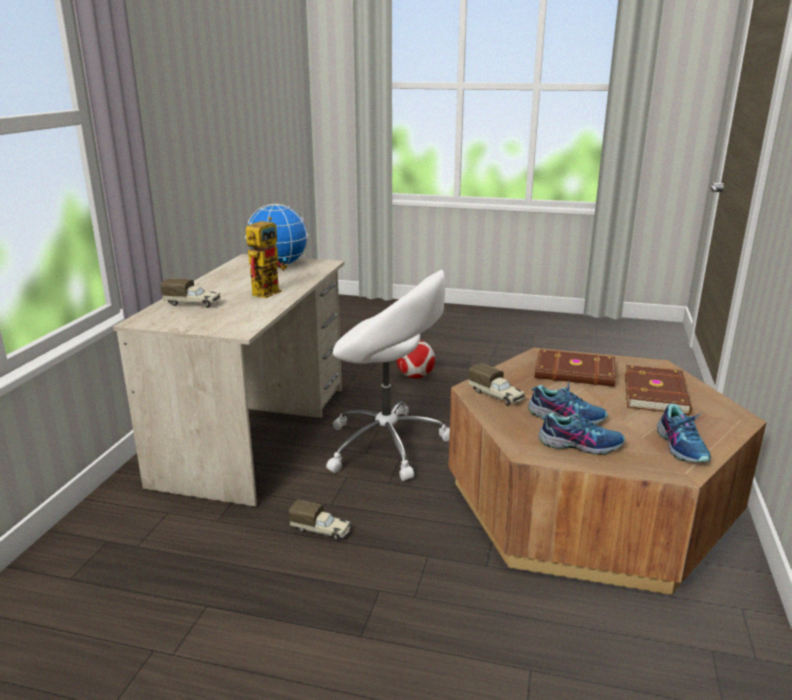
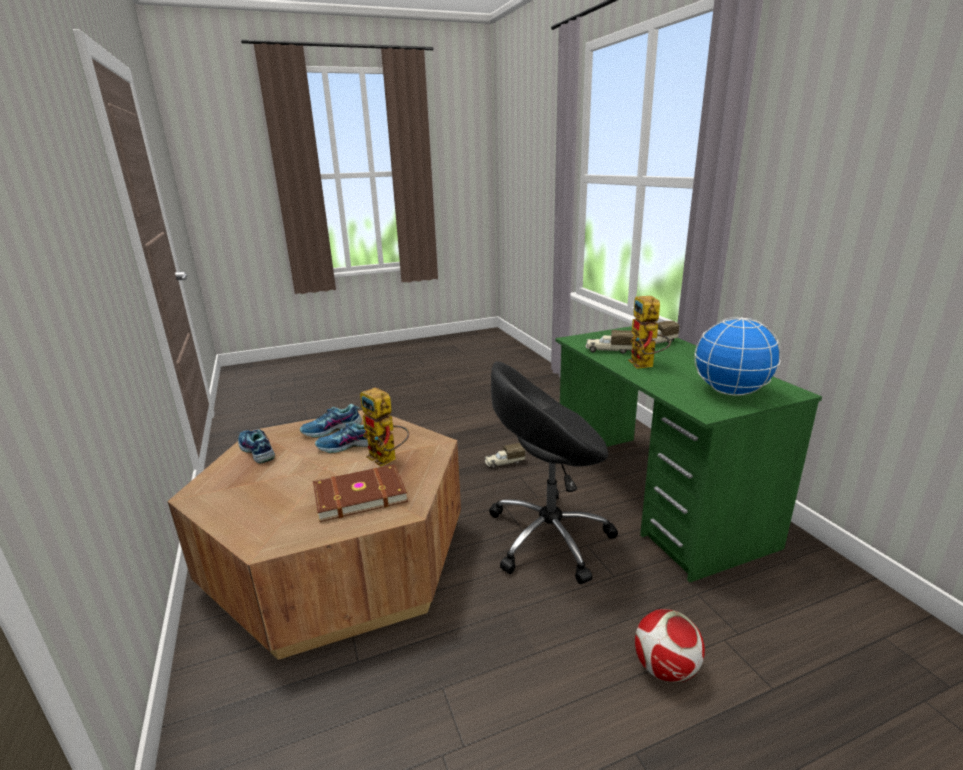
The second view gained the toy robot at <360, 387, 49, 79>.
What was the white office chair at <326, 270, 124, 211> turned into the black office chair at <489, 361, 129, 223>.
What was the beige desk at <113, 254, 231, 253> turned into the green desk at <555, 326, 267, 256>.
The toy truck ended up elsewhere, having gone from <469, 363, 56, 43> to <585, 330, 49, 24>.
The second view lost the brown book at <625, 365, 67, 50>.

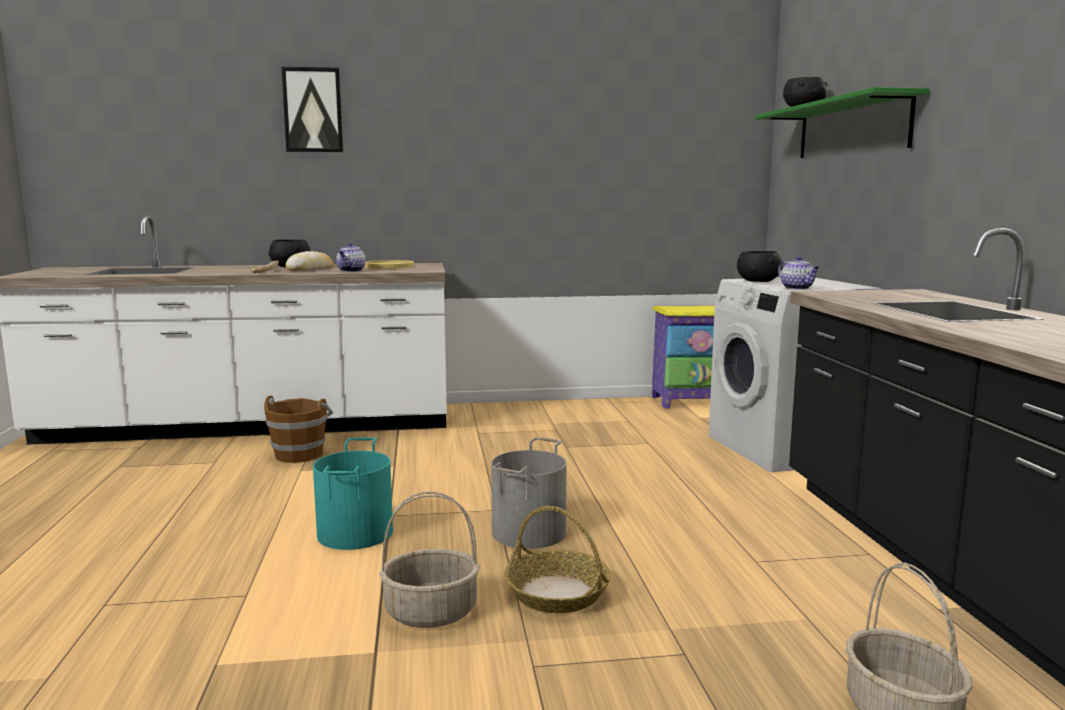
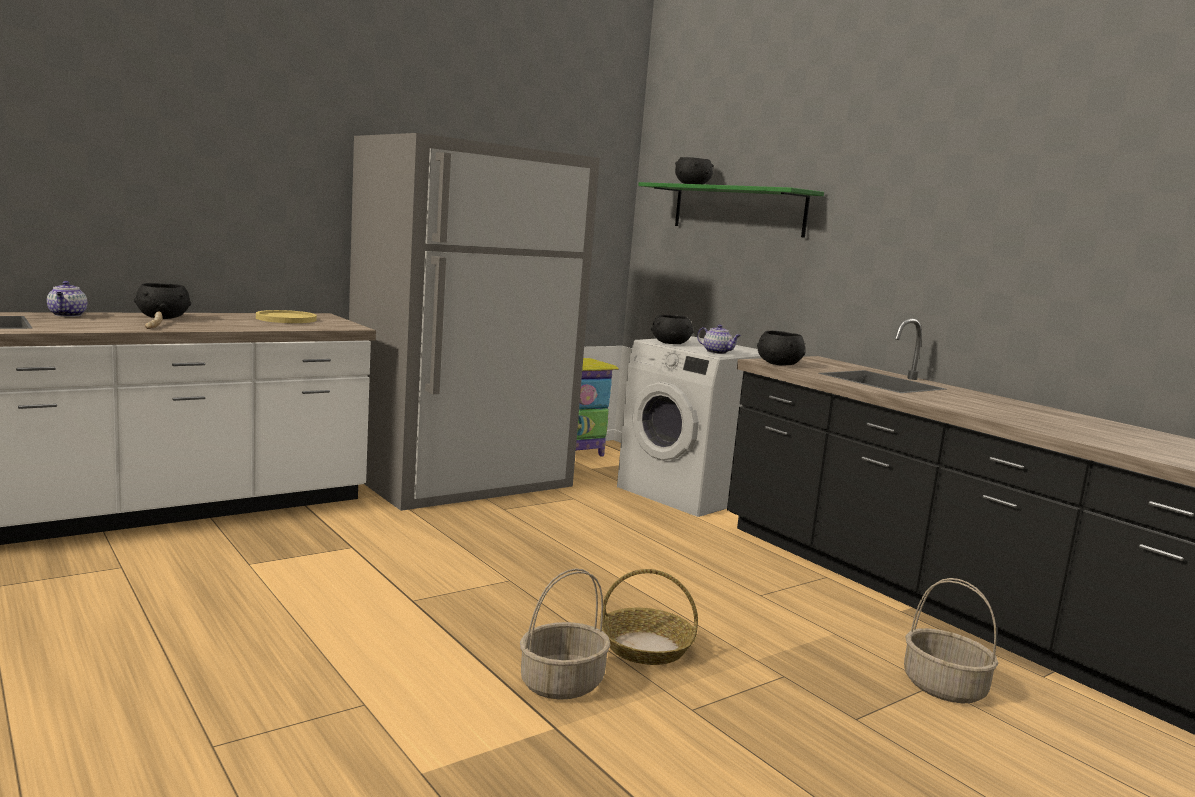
The teapot ended up elsewhere, having gone from <336, 243, 30, 29> to <47, 281, 41, 36>.
The second view gained the grey fridge at <349, 133, 251, 378>.
The second view gained the black bowl at <757, 331, 48, 35>.
The second view lost the brown bucket at <264, 396, 69, 67>.
The second view lost the picture at <281, 67, 62, 85>.
The second view lost the bread at <286, 251, 48, 20>.
The second view lost the turquoise bucket at <313, 437, 80, 113>.
The second view lost the grey bucket at <491, 437, 76, 112>.

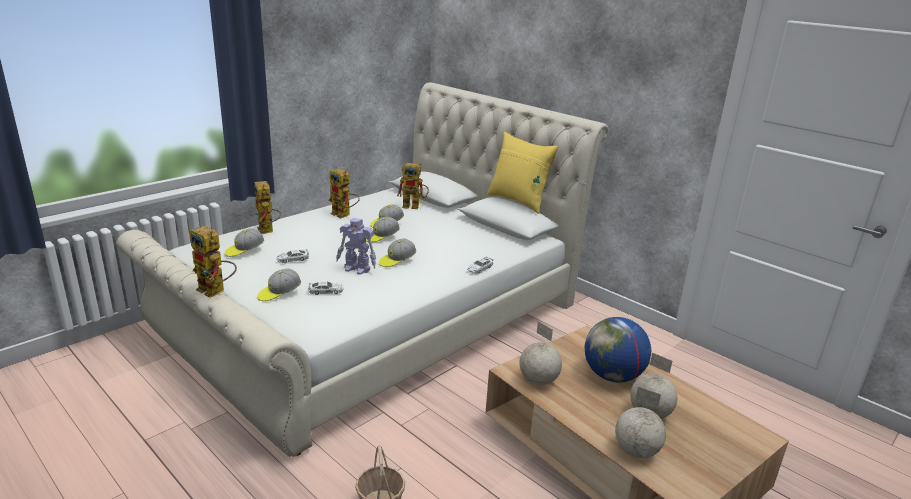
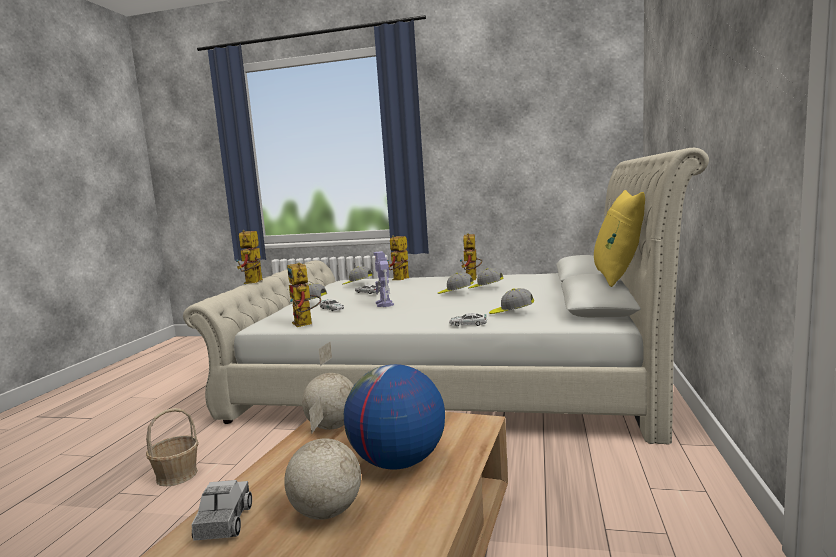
Where the globe stood at <615, 387, 51, 71>, the toy truck came to stand at <192, 480, 60, 61>.
The toy robot ended up elsewhere, having gone from <397, 163, 32, 46> to <287, 262, 34, 65>.
The cap ended up elsewhere, having gone from <379, 238, 37, 29> to <489, 288, 45, 26>.

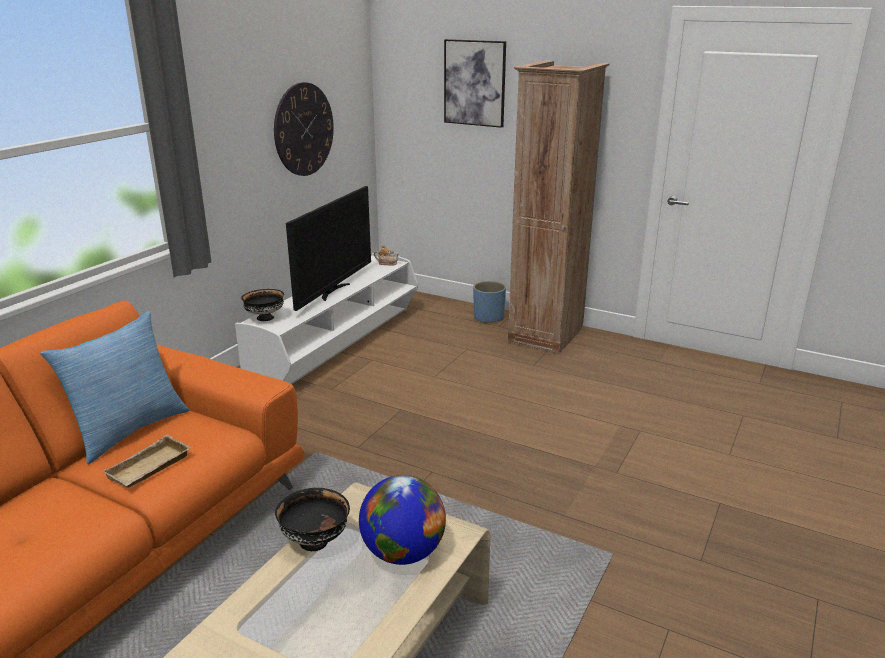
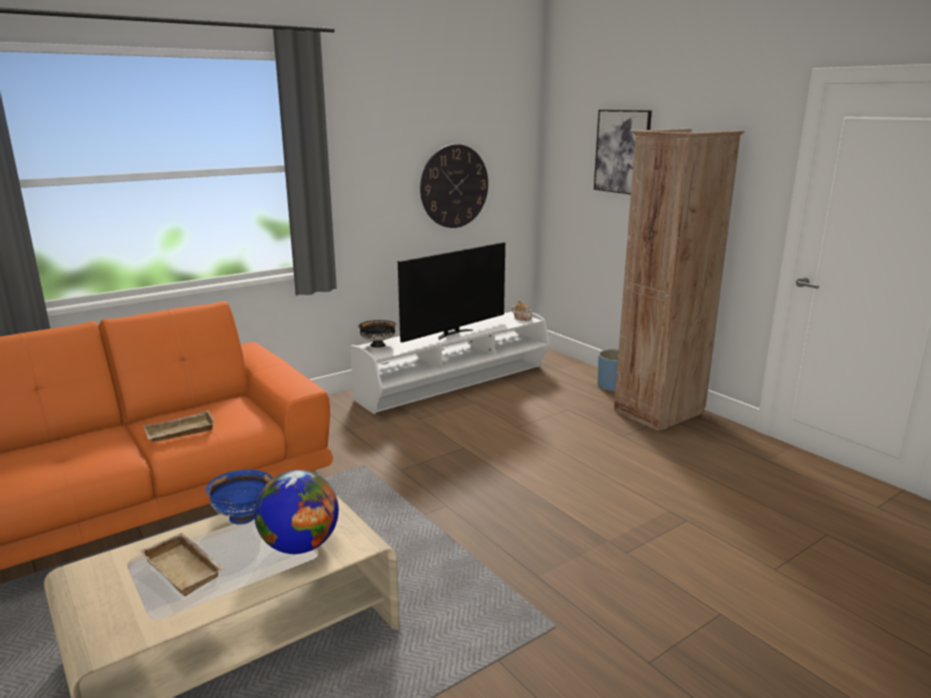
The second view gained the beige tray at <140, 533, 85, 63>.
What was the black bowl at <275, 488, 75, 63> turned into the blue bowl at <206, 470, 67, 54>.
The second view lost the pillow at <40, 311, 149, 153>.

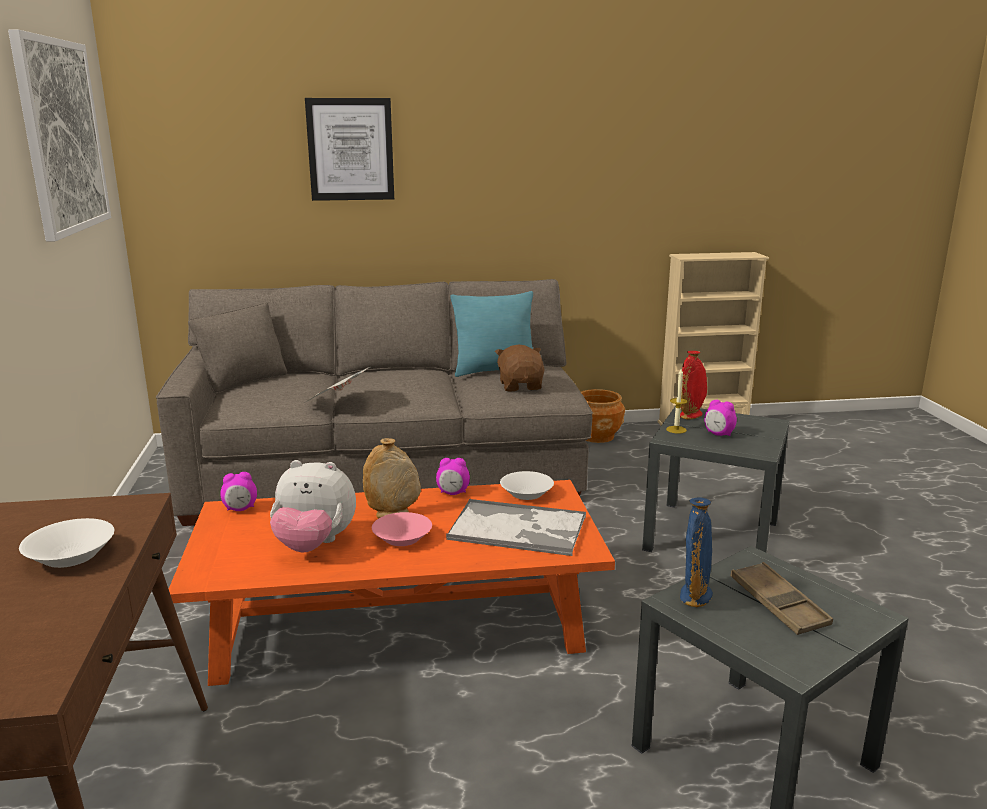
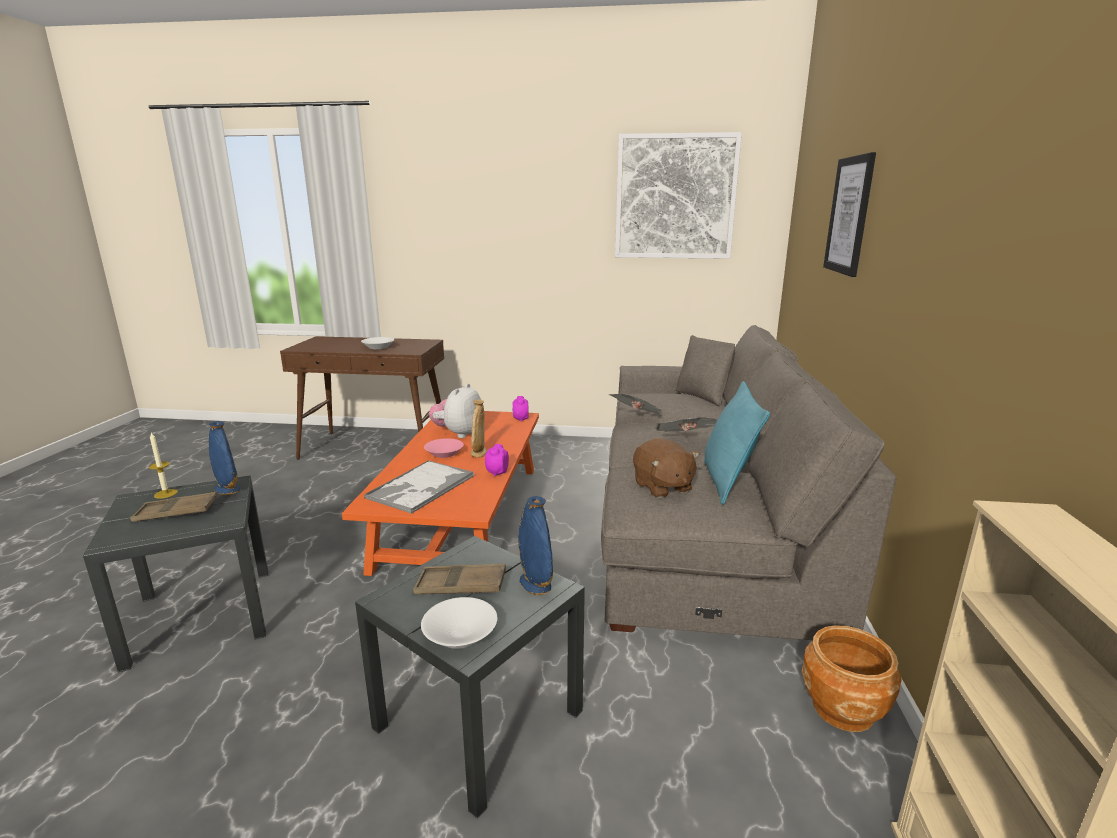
The candle ended up elsewhere, having gone from <666, 369, 22, 65> to <149, 432, 29, 67>.
Where the alarm clock stood at <704, 400, 33, 36>, the brown tray came to stand at <413, 564, 93, 30>.
The white bowl ended up elsewhere, having gone from <500, 471, 54, 29> to <421, 597, 76, 52>.
What was the red vase at <680, 351, 27, 69> turned into the blue vase at <518, 496, 35, 99>.
The brown plush toy at <495, 344, 50, 48> ended up facing another way, 60 degrees clockwise from before.
The second view gained the newspaper at <655, 417, 62, 14>.

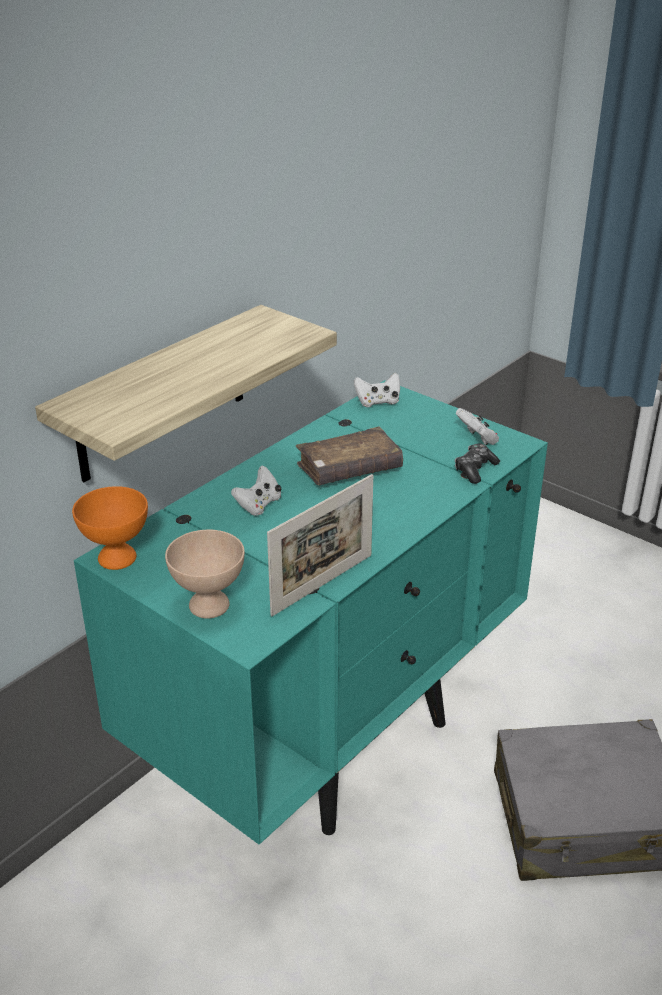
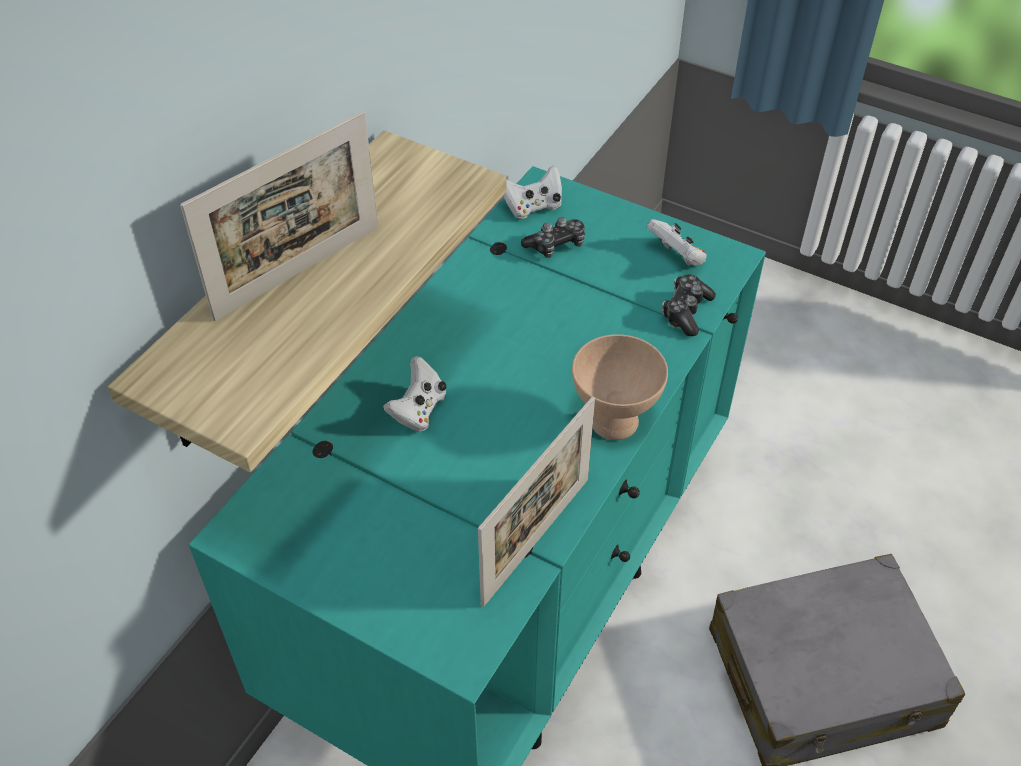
The second view gained the picture frame at <180, 111, 198, 210>.
The second view gained the game controller at <521, 217, 64, 41>.
The beige bowl ended up elsewhere, having gone from <165, 530, 80, 89> to <572, 334, 96, 106>.
The second view lost the orange bowl at <72, 486, 76, 84>.
The second view lost the brown book at <295, 427, 108, 58>.

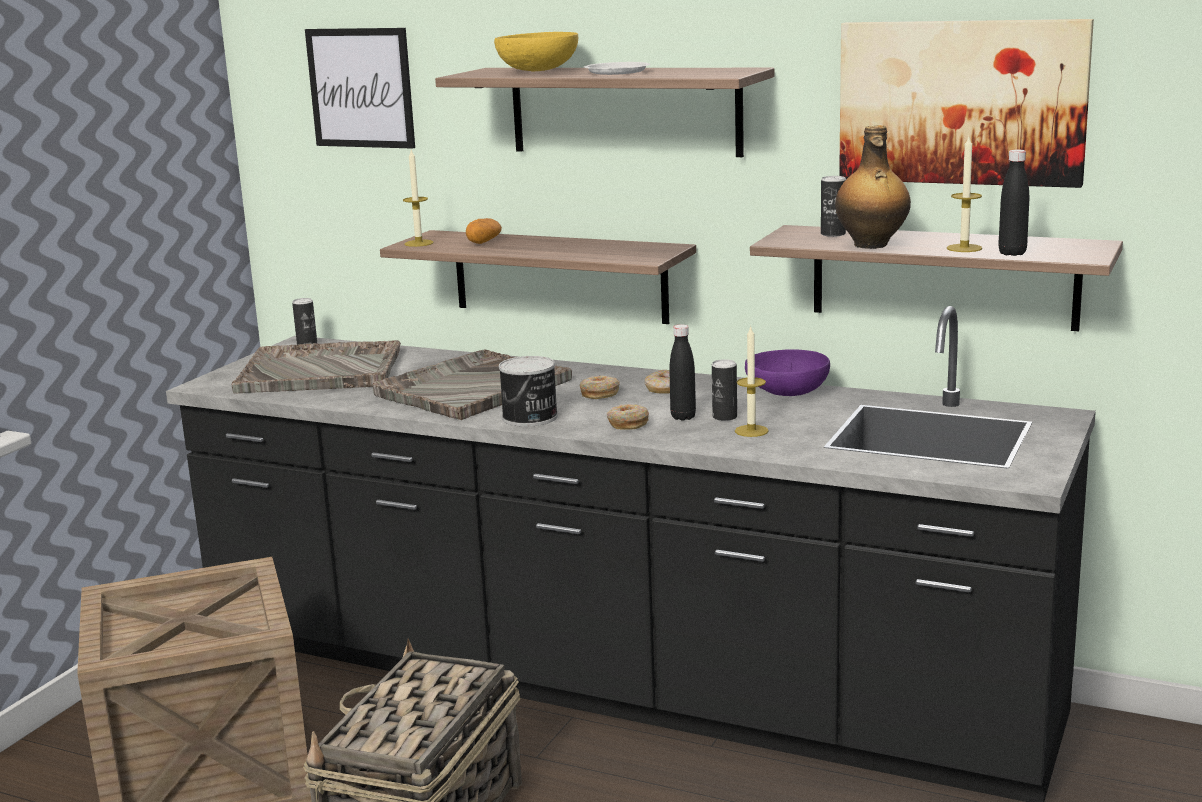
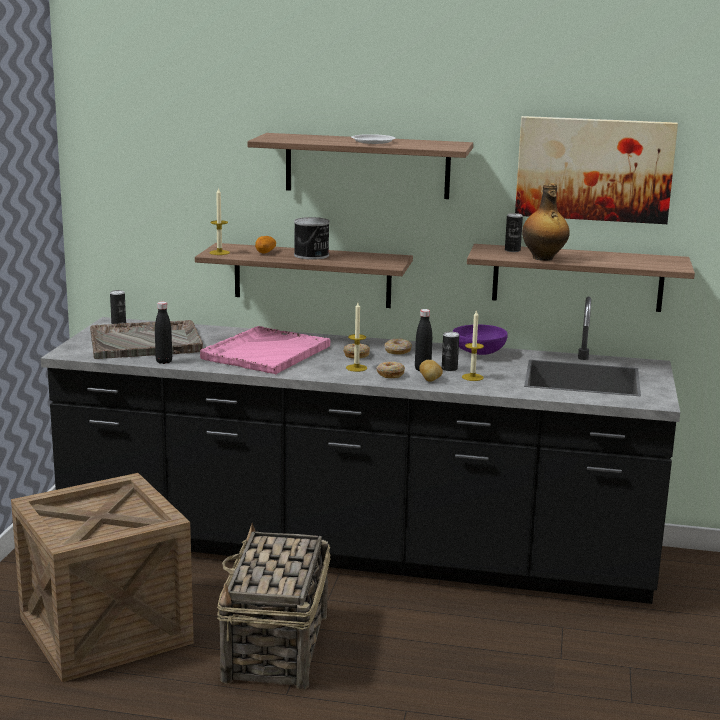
The black bottle ended up elsewhere, having gone from <998, 149, 31, 107> to <155, 302, 17, 62>.
What was the grey tray at <372, 350, 200, 70> turned into the pink tray at <200, 326, 130, 48>.
The can ended up elsewhere, having gone from <499, 356, 59, 71> to <294, 217, 36, 43>.
The candle ended up elsewhere, having gone from <947, 137, 35, 115> to <346, 303, 21, 69>.
The second view gained the potato at <419, 360, 24, 22>.
The second view lost the picture at <305, 28, 110, 121>.
The second view lost the yellow bowl at <494, 32, 85, 40>.

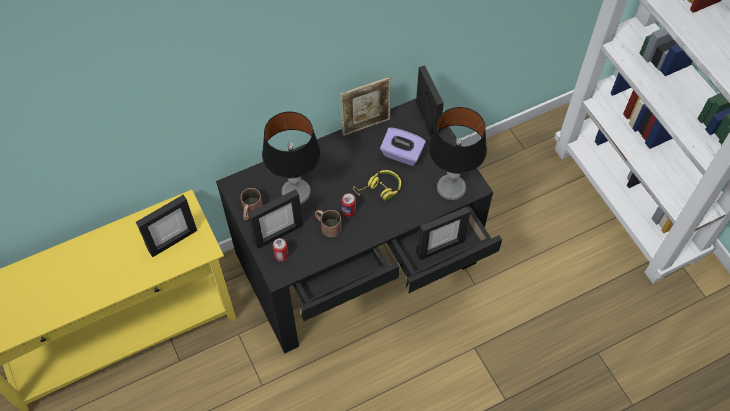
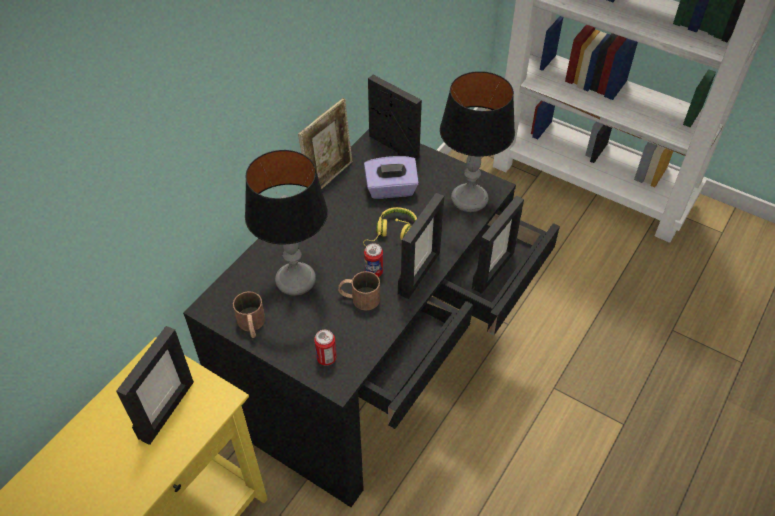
The picture frame ended up elsewhere, having gone from <248, 189, 55, 60> to <398, 193, 46, 106>.

